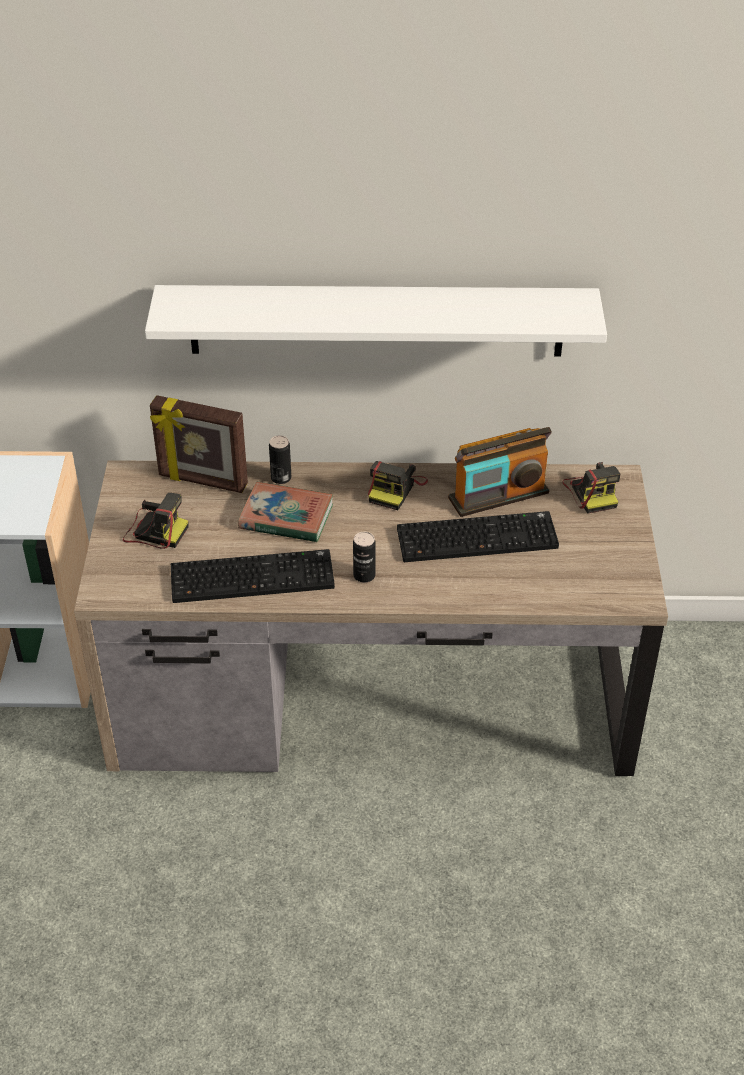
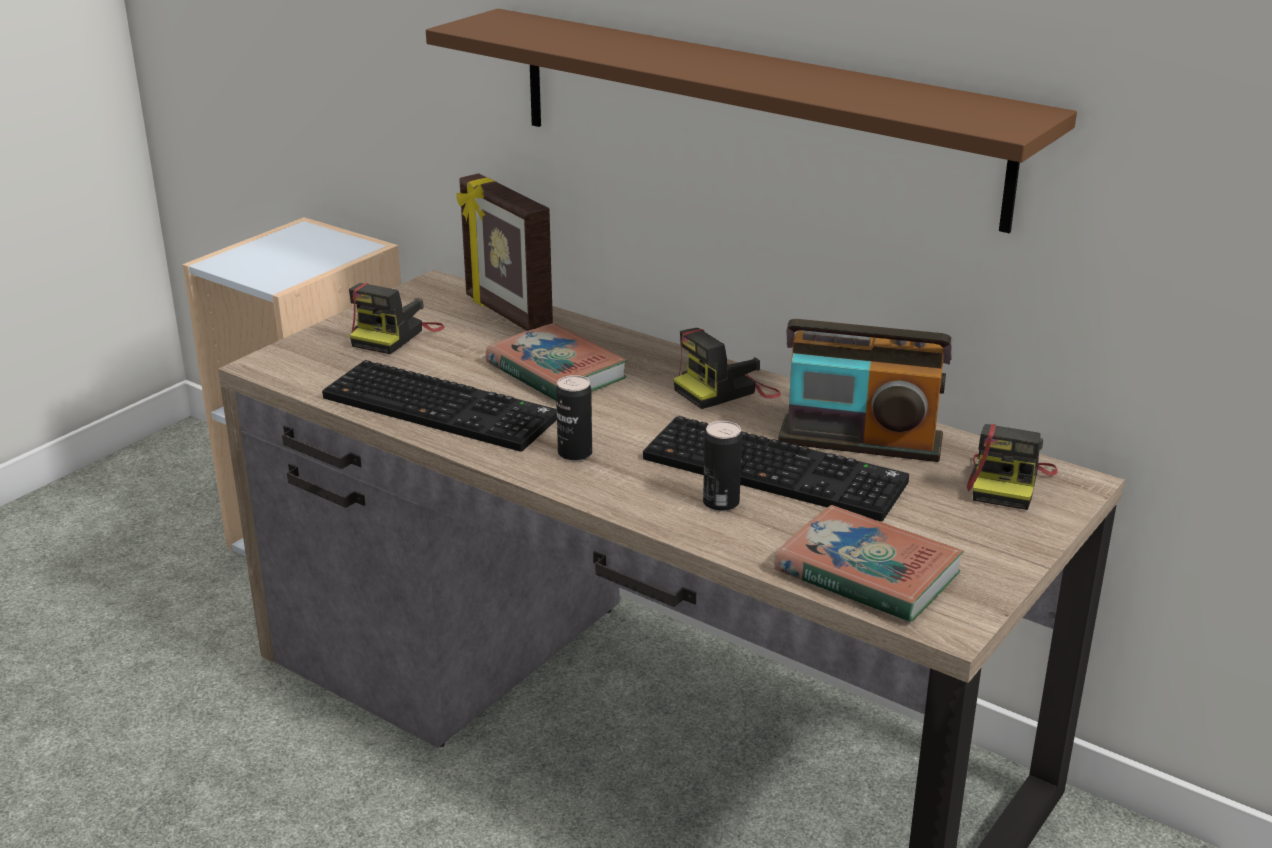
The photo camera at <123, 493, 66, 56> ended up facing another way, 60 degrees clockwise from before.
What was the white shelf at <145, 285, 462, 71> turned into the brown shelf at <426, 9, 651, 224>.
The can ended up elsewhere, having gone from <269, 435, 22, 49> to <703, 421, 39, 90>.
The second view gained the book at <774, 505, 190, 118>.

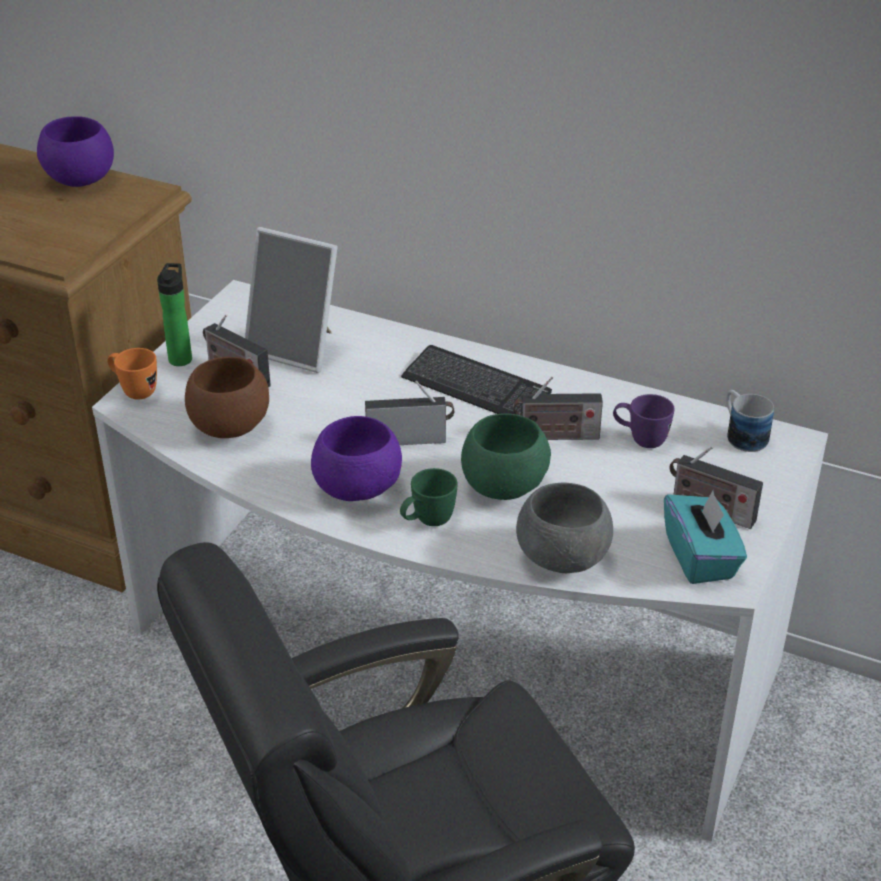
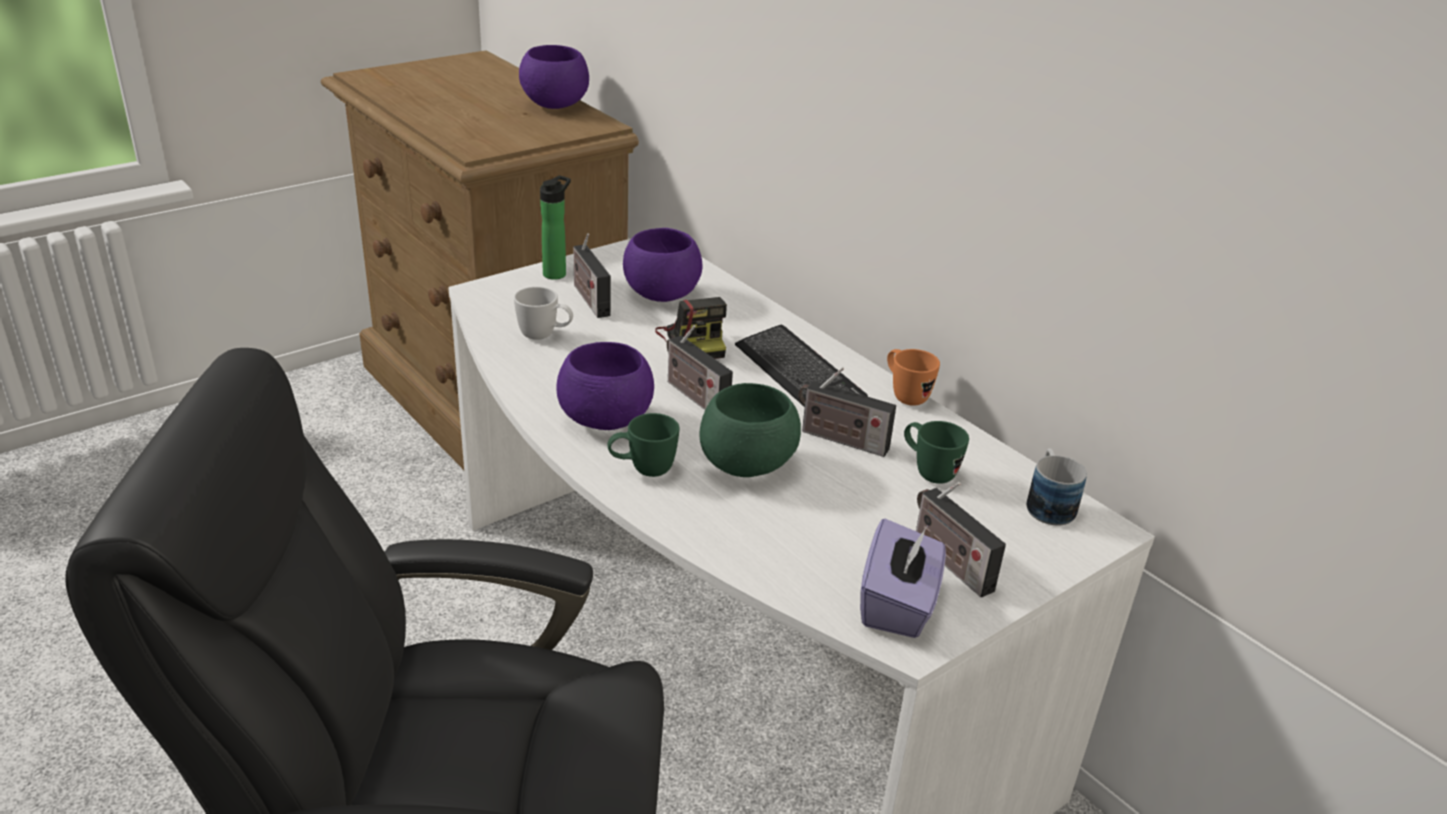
Where the brown bowl stood at <185, 357, 84, 81>, the white mug came to stand at <514, 287, 59, 53>.
Where the picture frame stood at <245, 227, 93, 146>, the purple bowl came to stand at <623, 228, 80, 74>.
The second view gained the photo camera at <655, 297, 72, 62>.
The radio at <365, 380, 89, 65> ended up facing another way, 150 degrees counterclockwise from before.
What was the turquoise tissue box at <664, 490, 83, 94> turned into the purple tissue box at <860, 519, 86, 119>.
The orange mug ended up elsewhere, having gone from <107, 348, 50, 52> to <887, 349, 53, 57>.
What was the purple mug at <613, 394, 62, 54> turned into the green mug at <904, 421, 65, 63>.
The second view lost the grey bowl at <516, 482, 97, 91>.

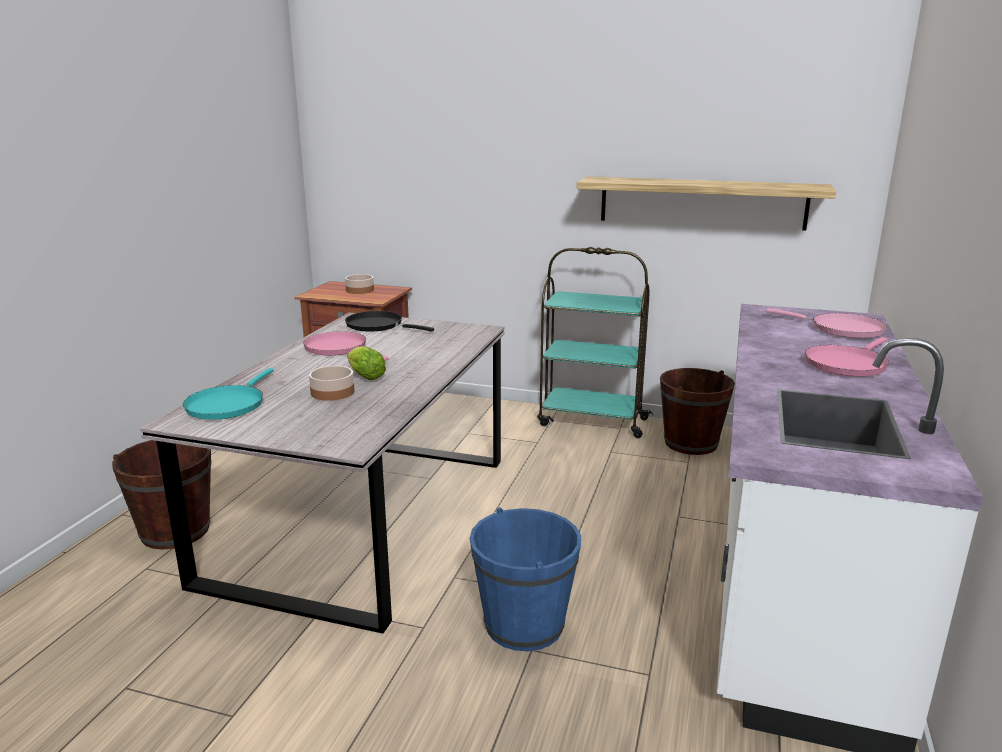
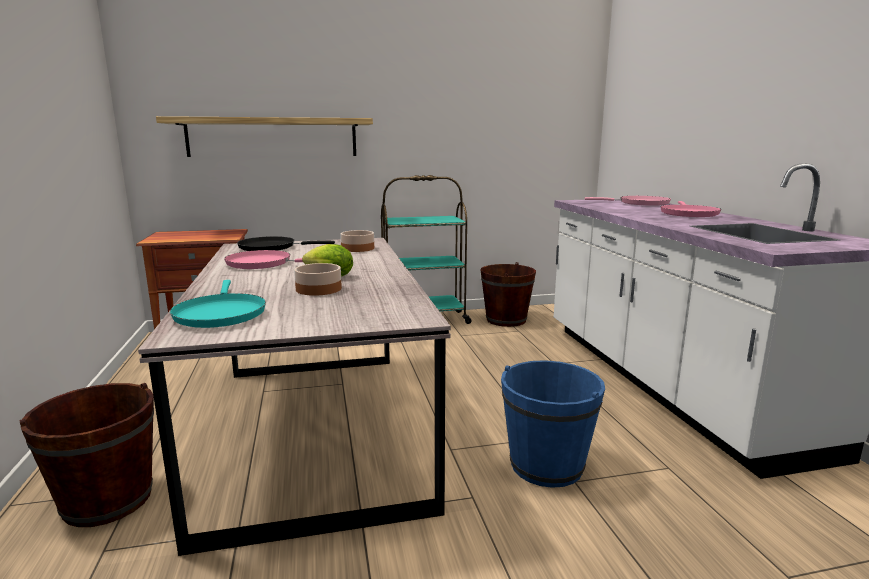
The shelf ended up elsewhere, having gone from <577, 176, 259, 55> to <156, 116, 217, 41>.
The bowl ended up elsewhere, having gone from <345, 274, 29, 20> to <341, 230, 33, 22>.

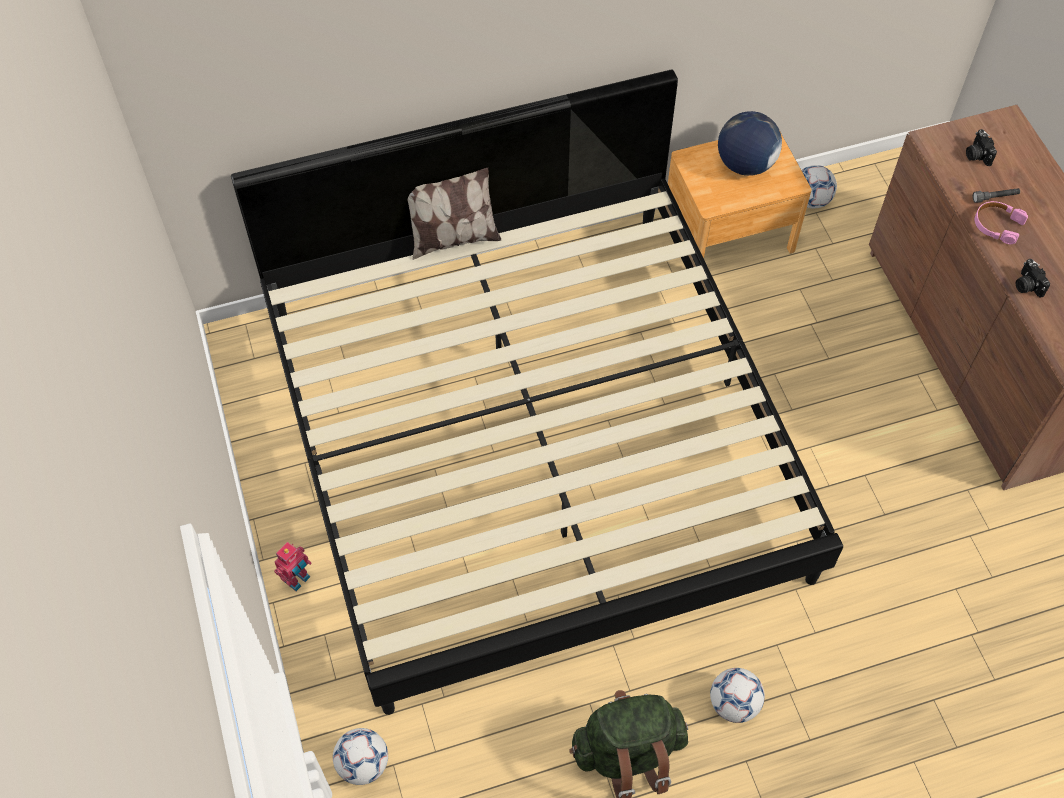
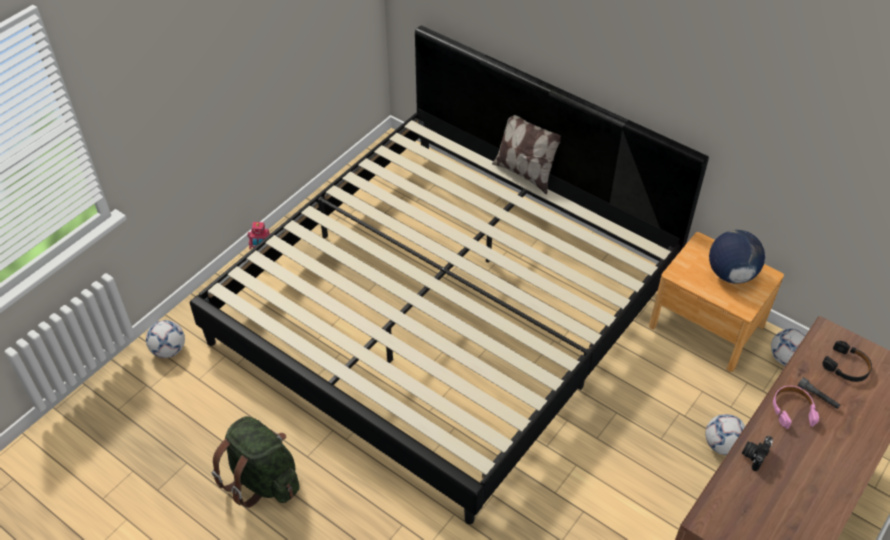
The football ended up elsewhere, having gone from <710, 668, 55, 55> to <705, 414, 40, 41>.
Where the photo camera stood at <966, 129, 31, 37>, the black headphones came to stand at <822, 341, 50, 41>.

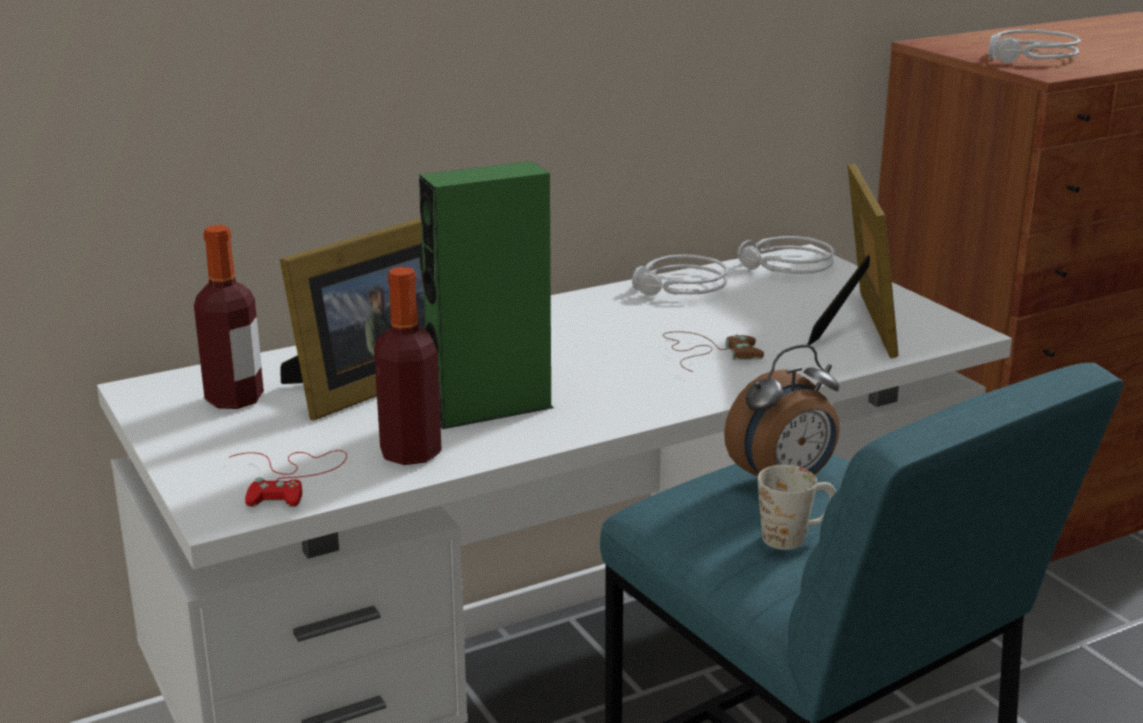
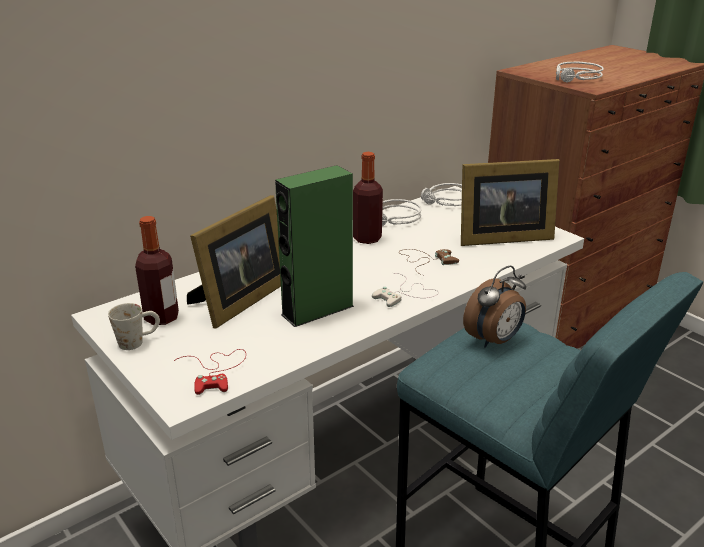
The white mug ended up elsewhere, having gone from <758, 465, 78, 85> to <108, 303, 52, 47>.
The bottle ended up elsewhere, having gone from <374, 267, 68, 198> to <353, 152, 30, 92>.
The second view gained the white game controller at <372, 273, 67, 34>.
The picture frame at <807, 163, 91, 195> ended up facing another way, 90 degrees clockwise from before.

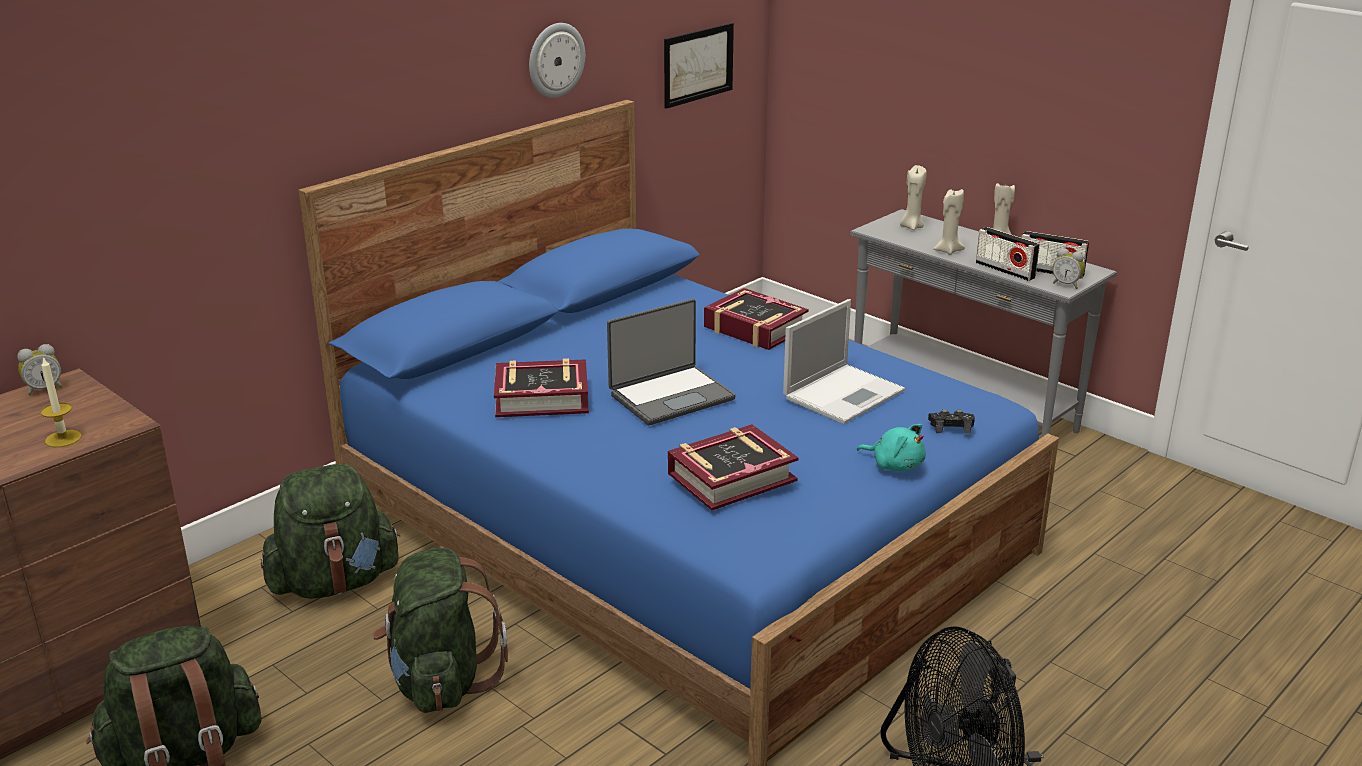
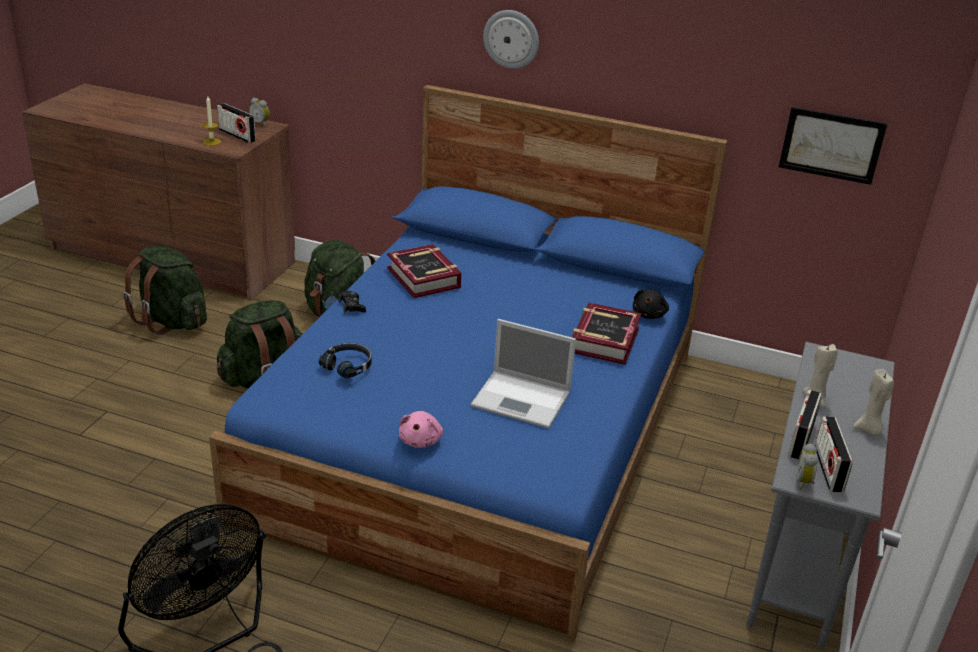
The second view gained the radio at <217, 103, 39, 40>.
Where the book stood at <668, 424, 131, 86>, the black headphones came to stand at <319, 343, 53, 35>.
The black game controller ended up elsewhere, having gone from <928, 409, 47, 24> to <338, 291, 28, 22>.
What was the turquoise plush toy at <857, 424, 69, 47> turned into the pink plush toy at <399, 411, 44, 37>.
The wall clock ended up elsewhere, having gone from <529, 23, 56, 75> to <483, 10, 56, 59>.
The second view gained the black plush toy at <633, 289, 36, 30>.
The second view lost the laptop at <607, 299, 129, 126>.
The second view lost the beige candle at <900, 165, 27, 65>.

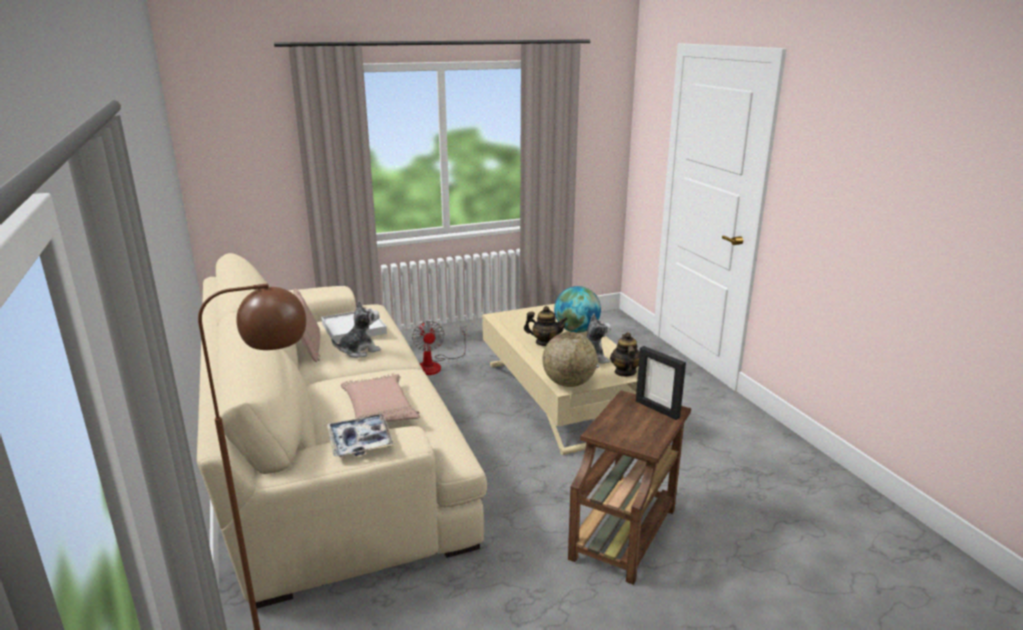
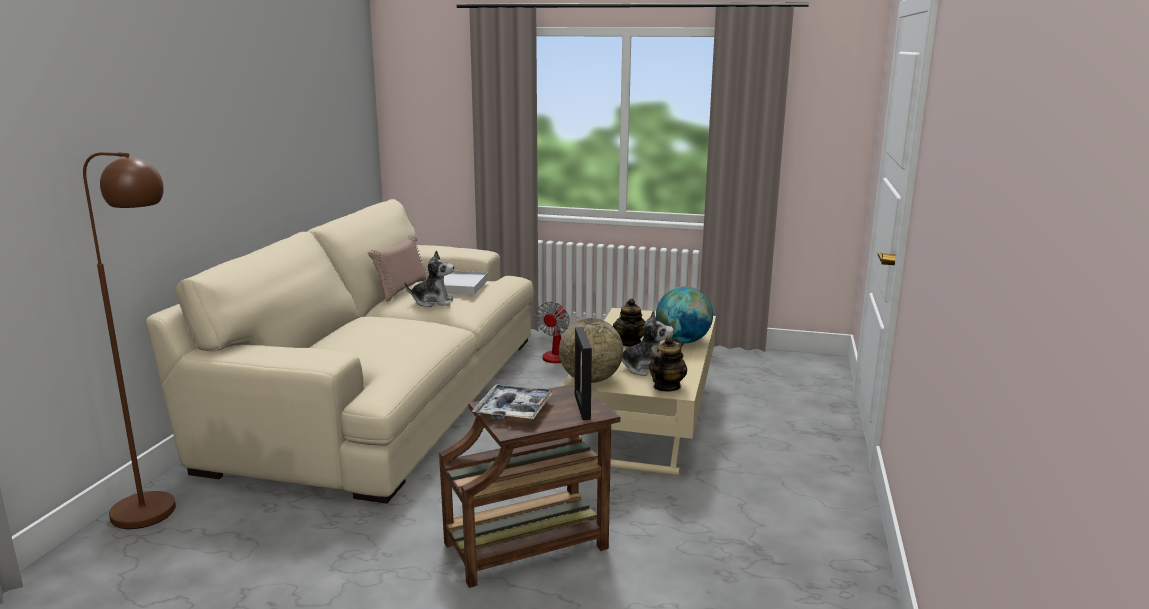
The tray ended up elsewhere, having gone from <327, 414, 68, 43> to <472, 384, 83, 36>.
The teapot at <524, 306, 44, 40> ended up facing another way, 45 degrees clockwise from before.
The second view lost the beige pillow at <341, 373, 79, 48>.

